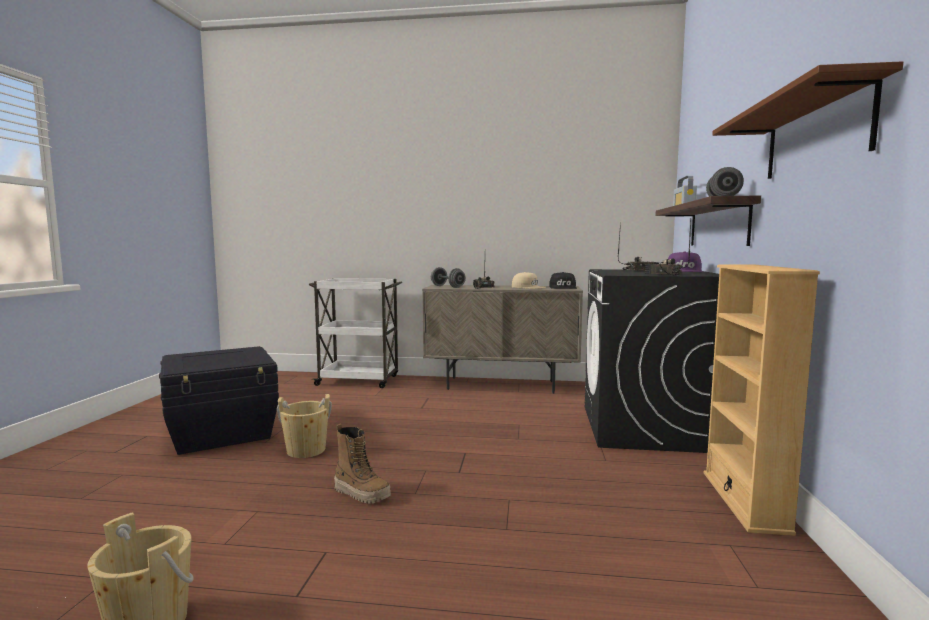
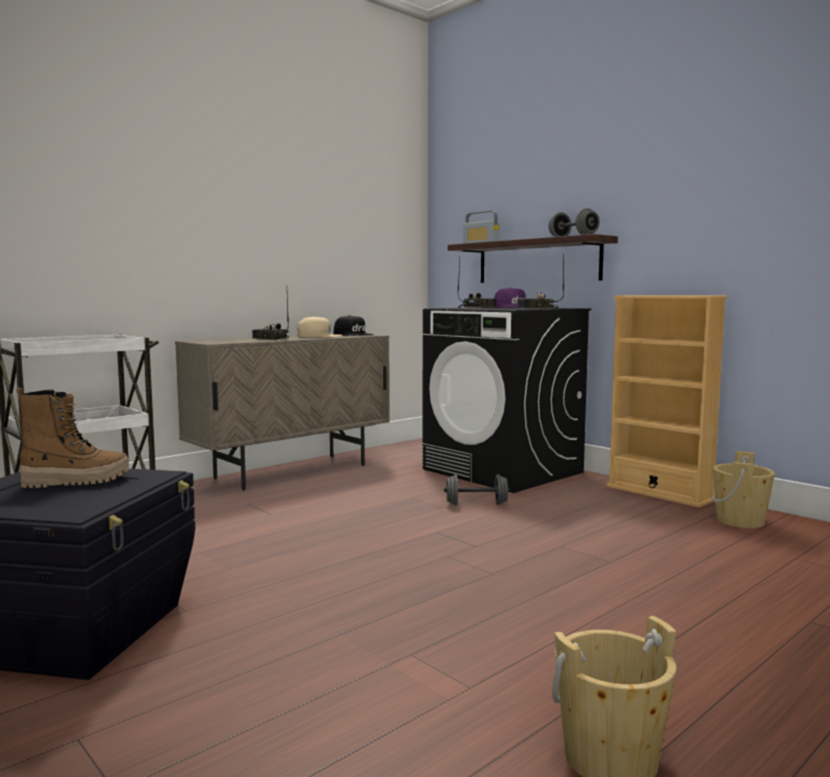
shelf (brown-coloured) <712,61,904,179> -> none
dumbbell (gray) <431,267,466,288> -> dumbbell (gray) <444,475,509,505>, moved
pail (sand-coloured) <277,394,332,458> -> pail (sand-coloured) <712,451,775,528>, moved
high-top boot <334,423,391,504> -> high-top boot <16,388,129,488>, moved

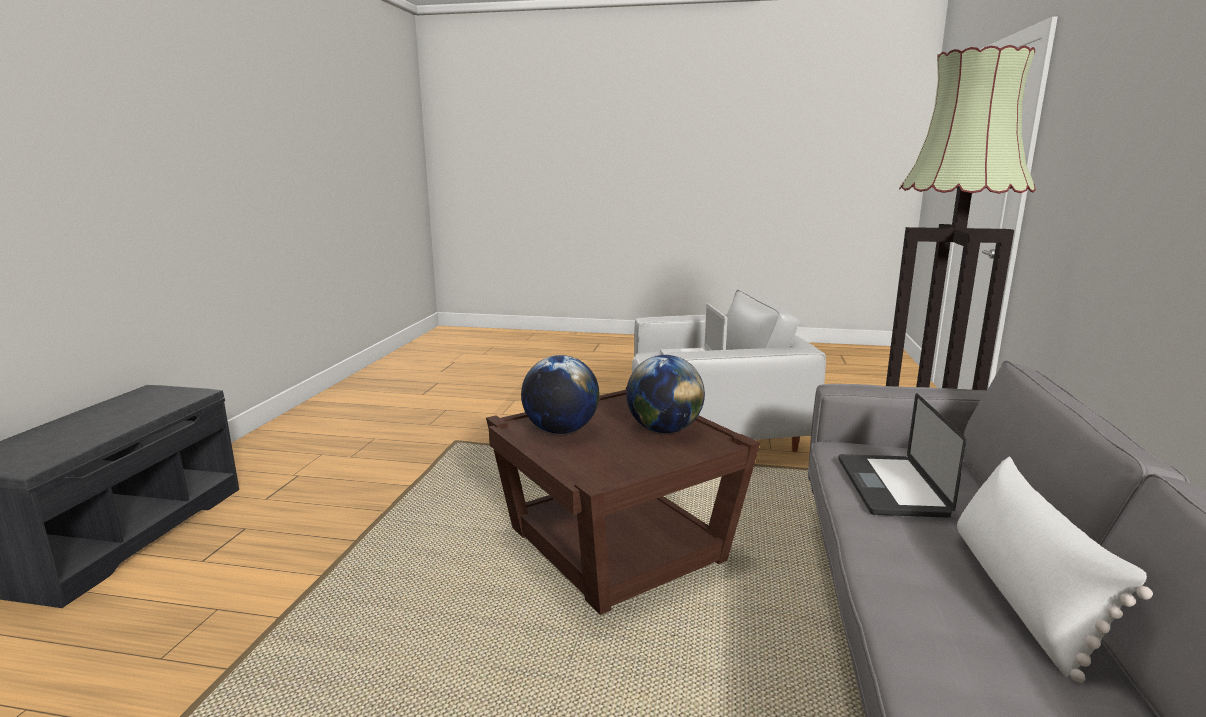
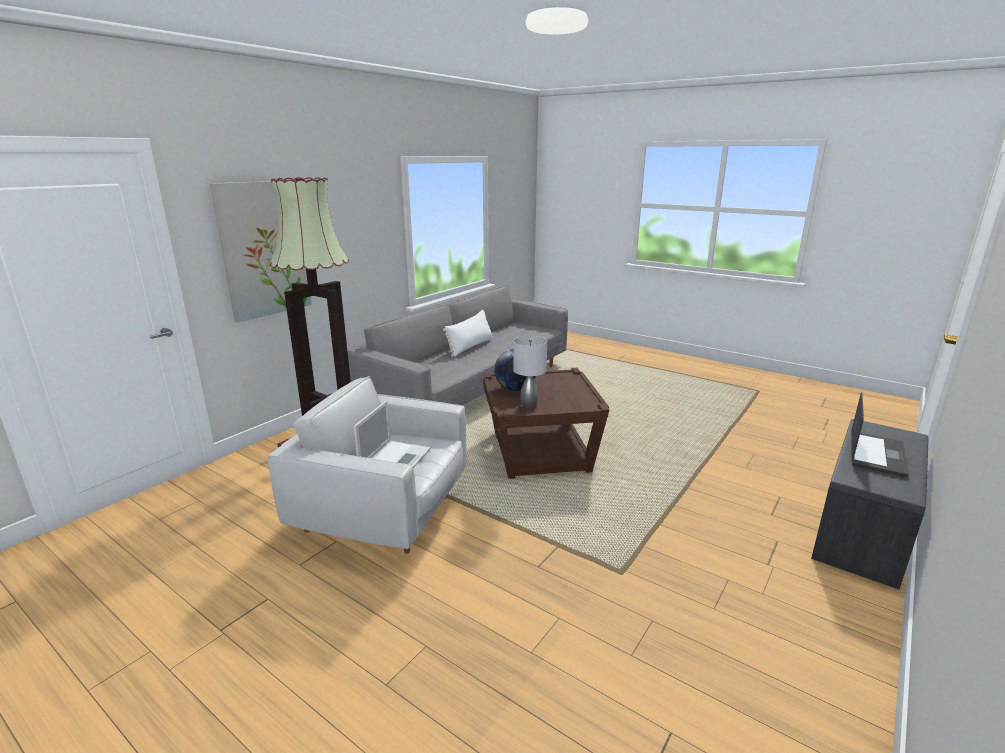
world globe <521,355,599,434> -> none
portable computer <839,393,967,518> -> portable computer <851,393,909,477>, moved
none -> wall picture <210,181,312,323>
none -> lamp for a table (gray) <513,336,547,409>

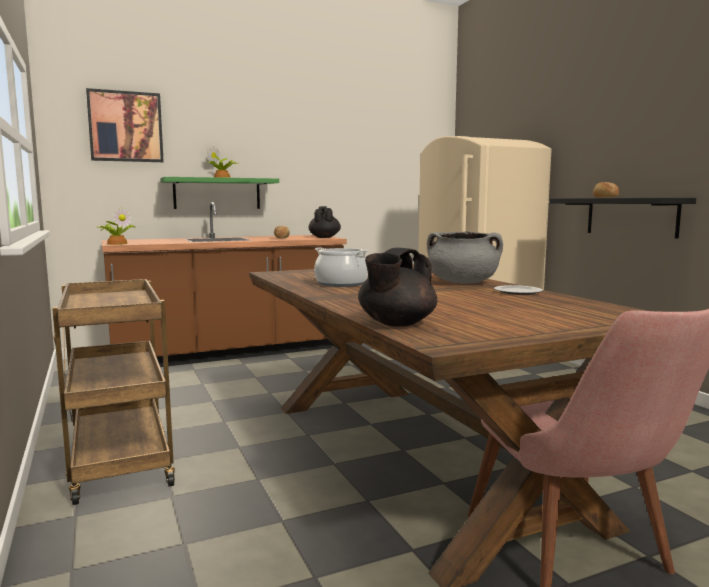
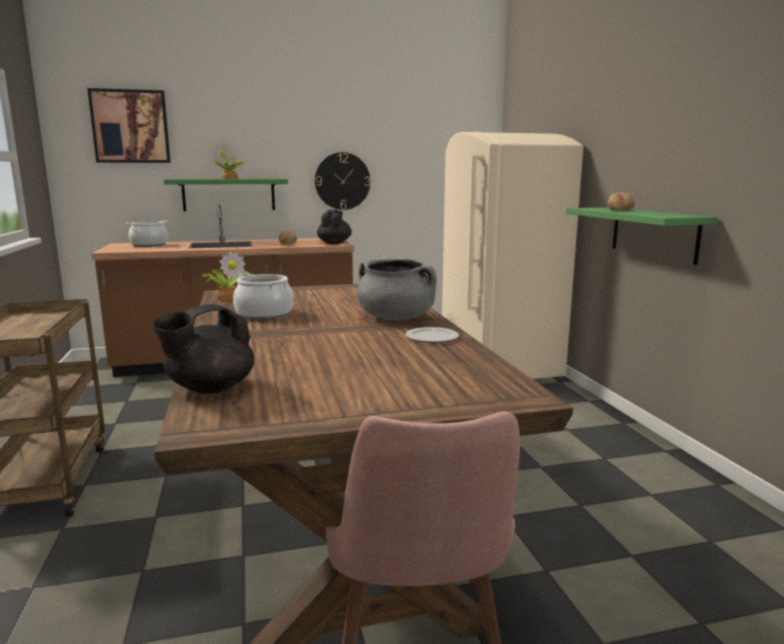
shelf (blackish) <550,198,696,238> -> shelf (greenish) <566,207,718,265>
plant in a pot <96,207,136,245> -> plant in a pot <202,251,252,301>, moved
none -> clock on the wall <315,152,371,210>
none -> cooking pot <126,221,168,247>

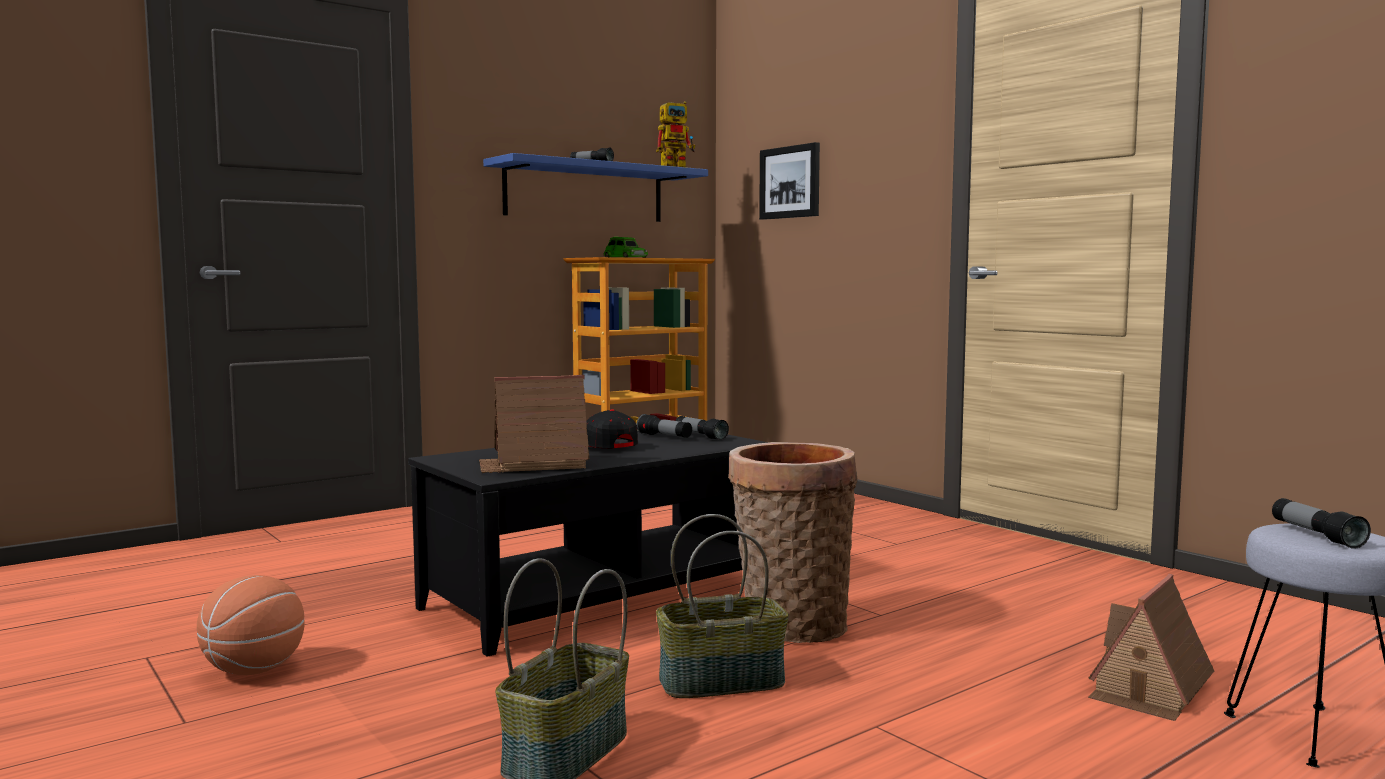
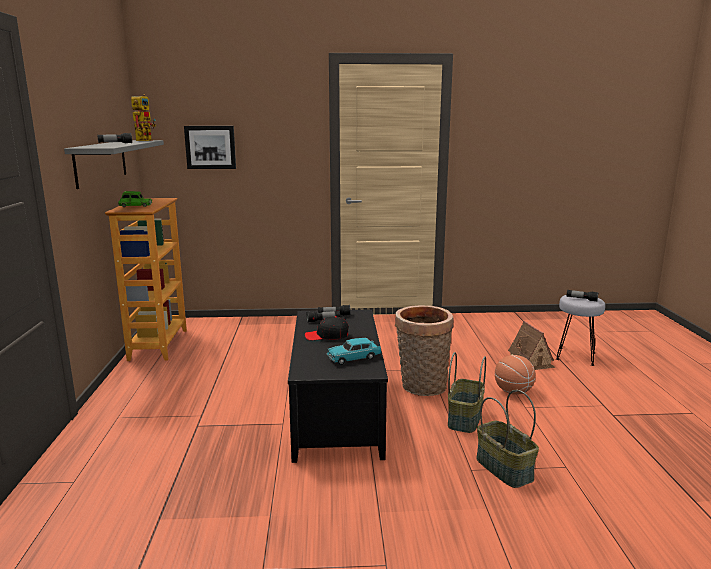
shelf (bluish) <483,153,708,222> -> shelf (gray) <64,140,164,189>
toy house <479,375,589,473> -> miniature car (turquoise) <326,338,382,365>
basketball <197,575,305,675> -> basketball <495,355,536,395>, moved

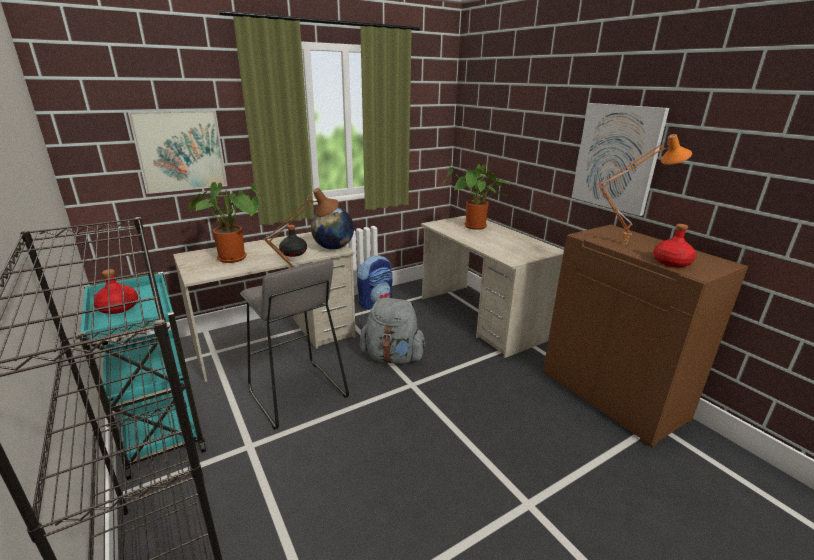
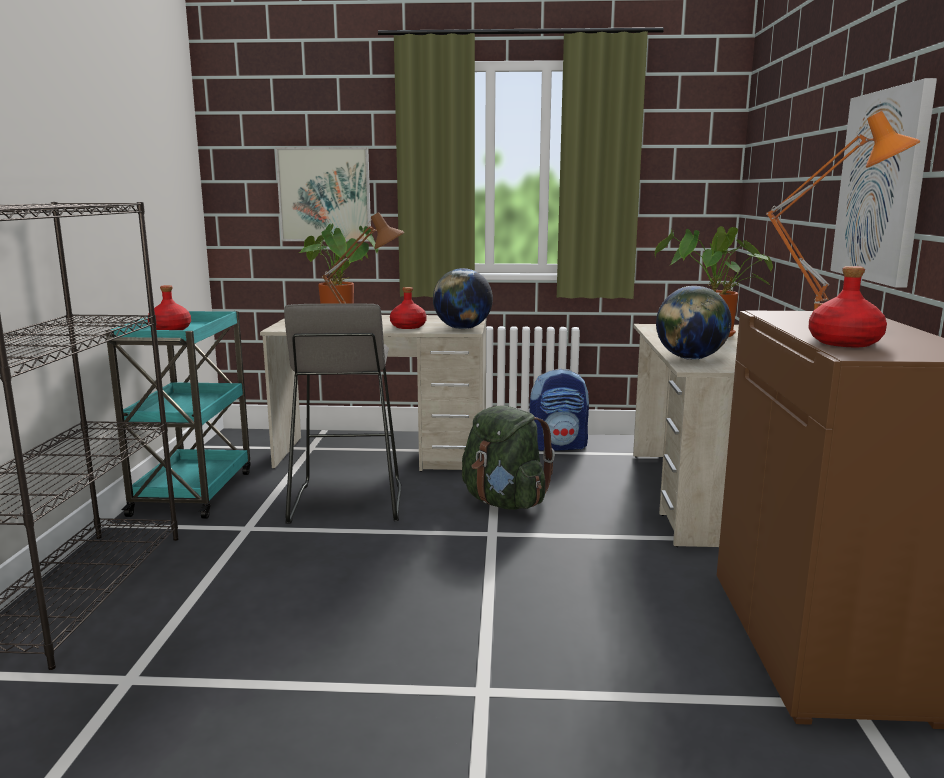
beverage bottle (blackish) <279,225,307,257> -> beverage bottle (red-coloured) <390,287,427,329>
rucksack (gray) <360,298,426,364> -> rucksack (greenish) <462,405,555,510>
none -> world globe <656,286,732,360>

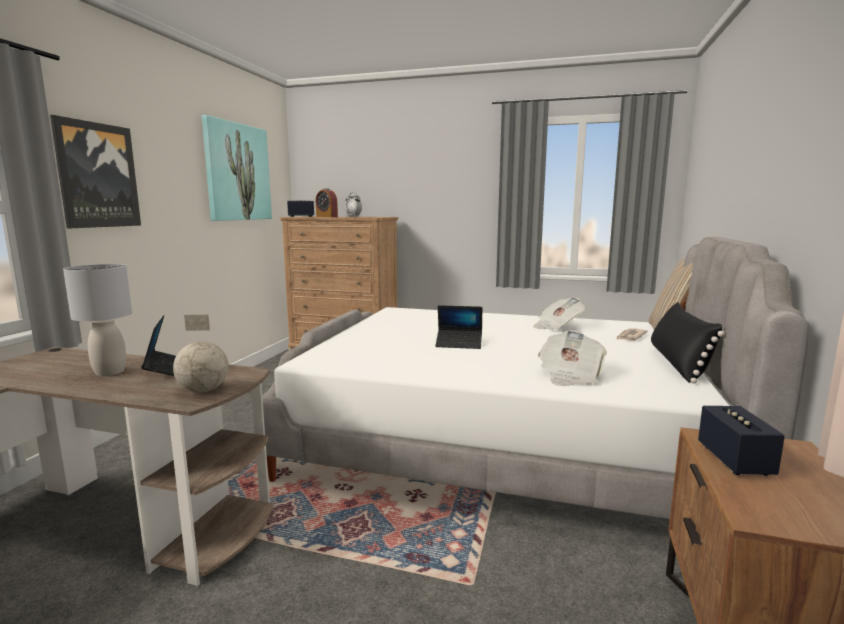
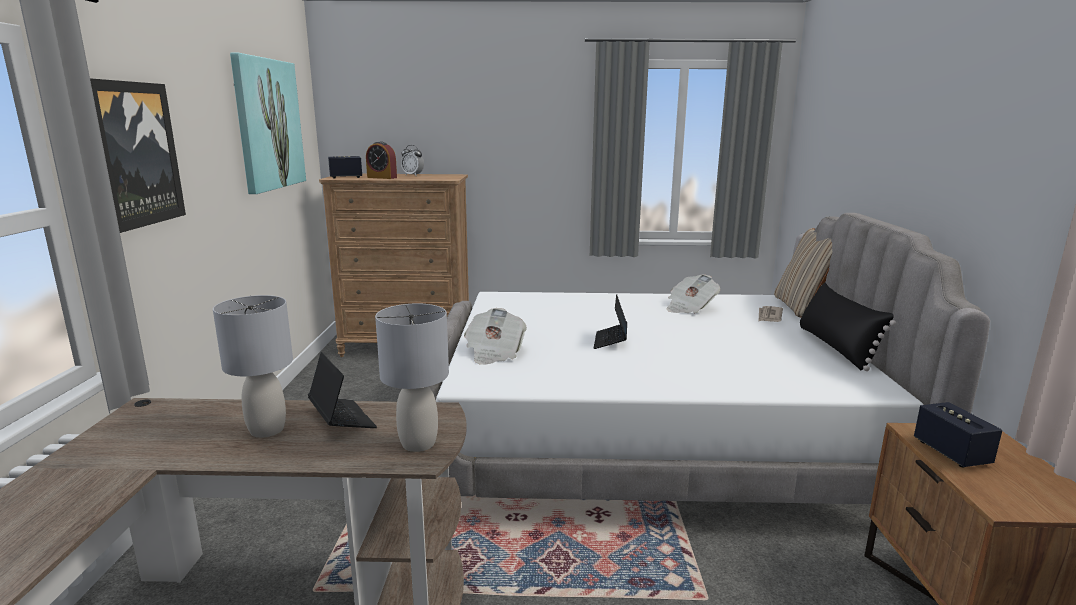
portable computer <435,305,482,349> -> portable computer <594,294,627,349>, 105 degrees clockwise
world globe <173,315,229,393> -> lamp for a table (gray) <375,304,449,452>
newspaper <538,330,607,386> -> newspaper <464,308,527,365>, moved

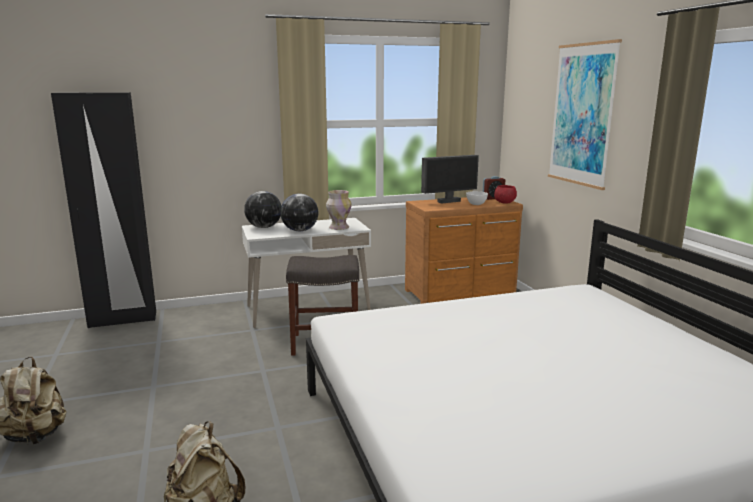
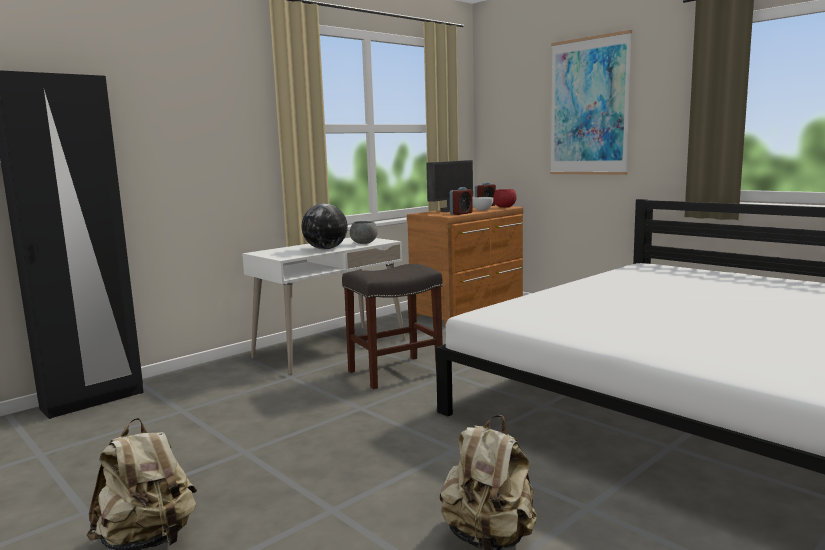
vase <326,190,352,230> -> deep dish (gray) <350,221,378,244>
world globe <244,191,281,228> -> none
none -> alarm clock <450,187,473,215>

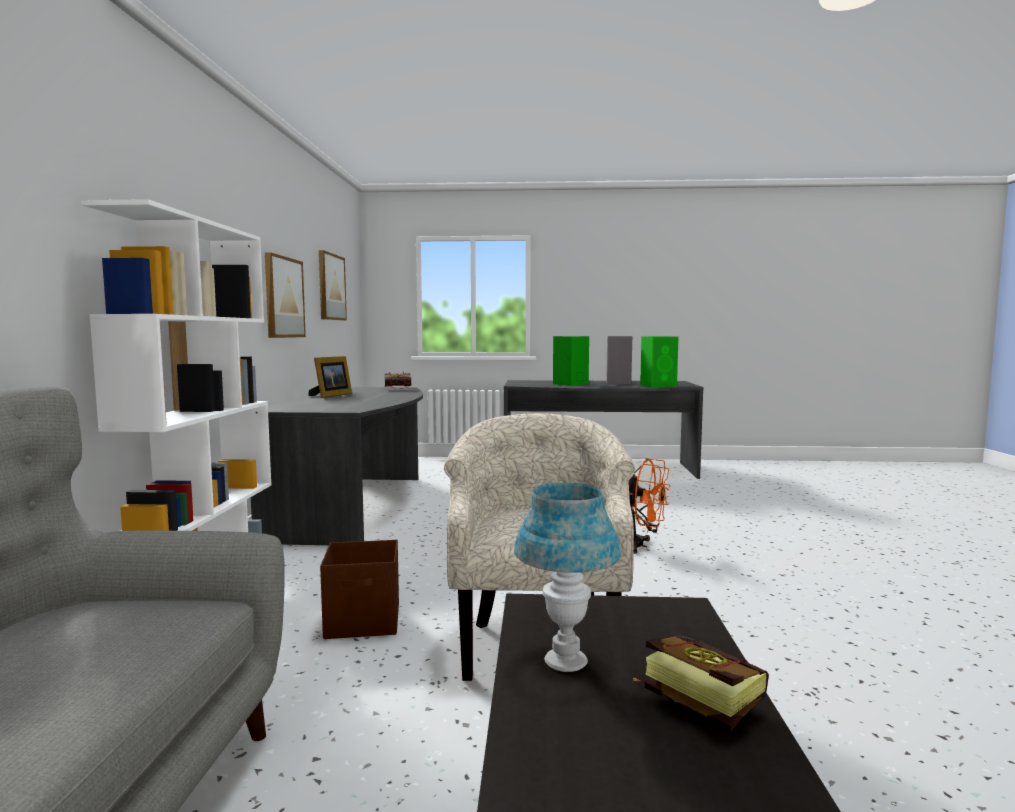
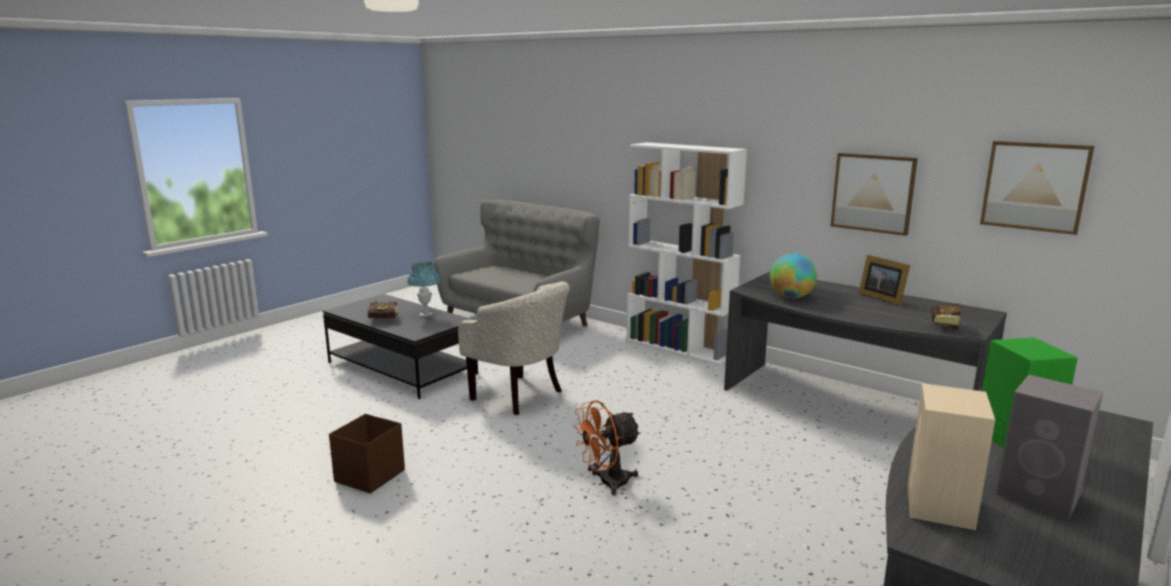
loudspeaker (greenish) <640,336,679,387> -> loudspeaker (sand-coloured) <908,383,995,530>
storage box (brown-coloured) <320,540,399,639> -> storage box (brown-coloured) <329,414,405,494>, moved
none -> world globe <770,253,817,299>

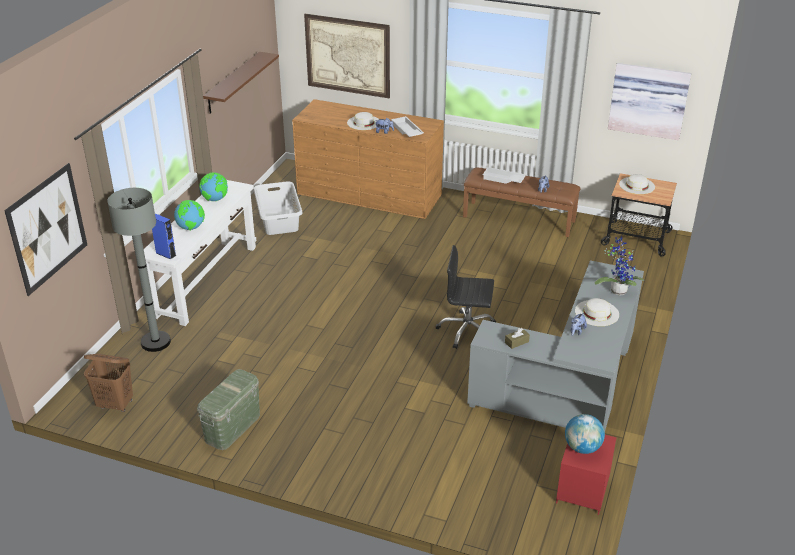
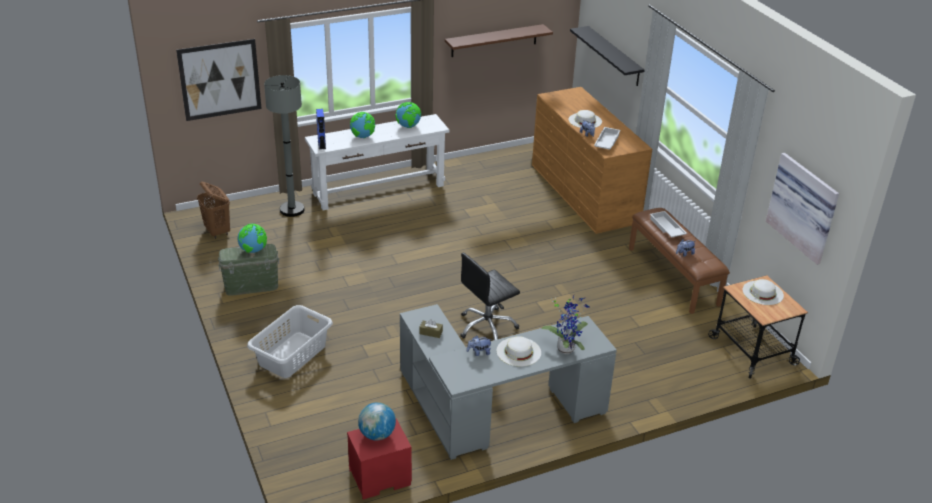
wall picture <304,14,390,98> -> shelf (blackish) <570,26,645,86>
washing basket (gray) <254,181,303,235> -> washing basket (gray) <247,305,333,378>, moved
desk chair (blackish) <436,245,496,349> -> desk chair (blackish) <460,253,520,340>, 90 degrees counterclockwise
none -> world globe <238,224,267,253>

